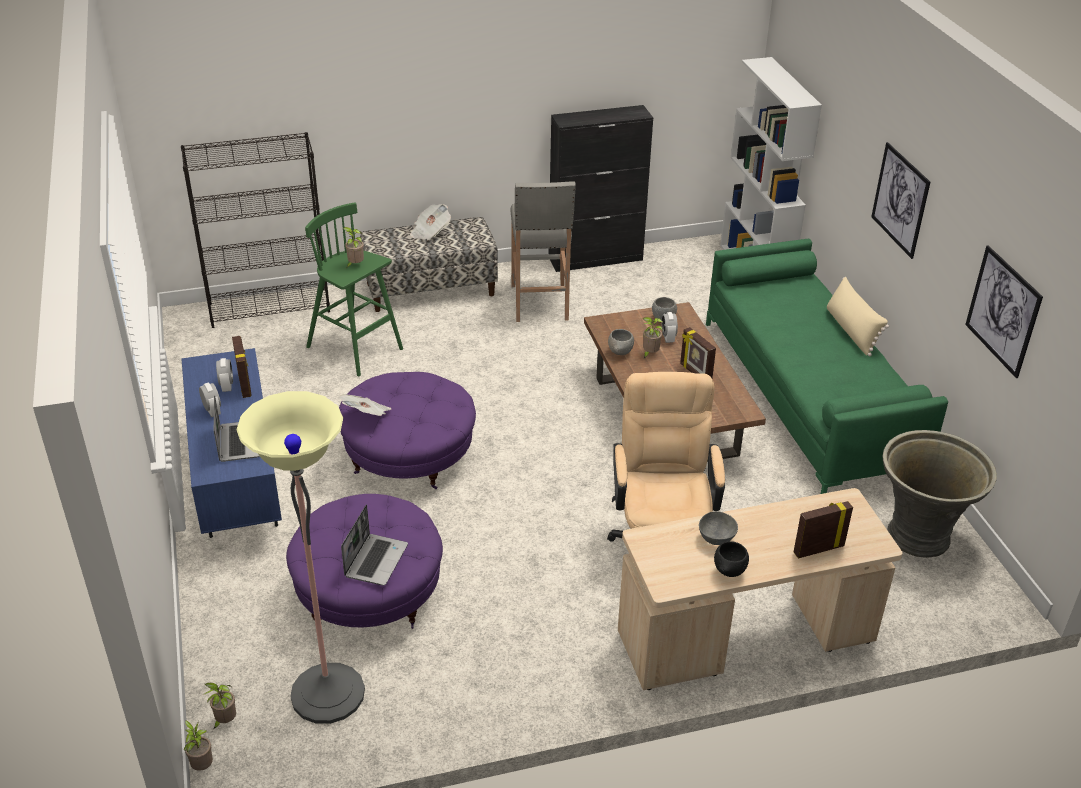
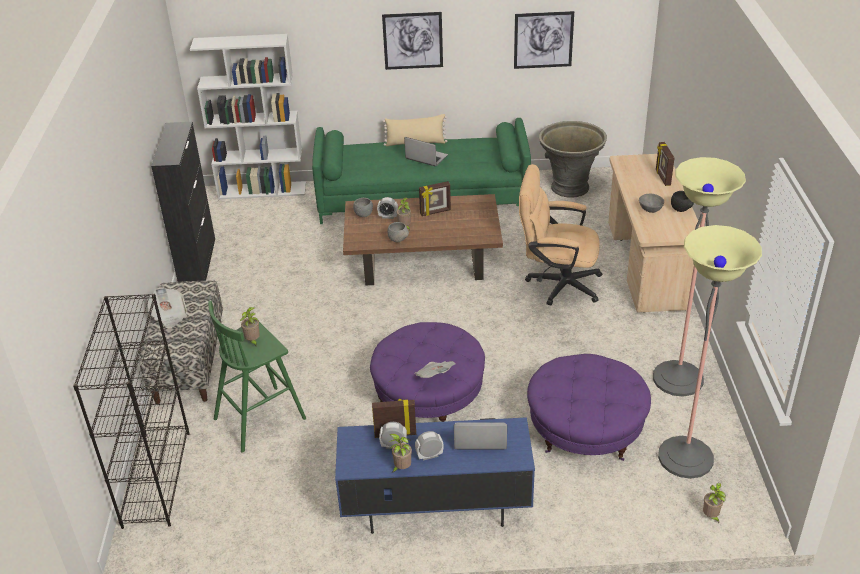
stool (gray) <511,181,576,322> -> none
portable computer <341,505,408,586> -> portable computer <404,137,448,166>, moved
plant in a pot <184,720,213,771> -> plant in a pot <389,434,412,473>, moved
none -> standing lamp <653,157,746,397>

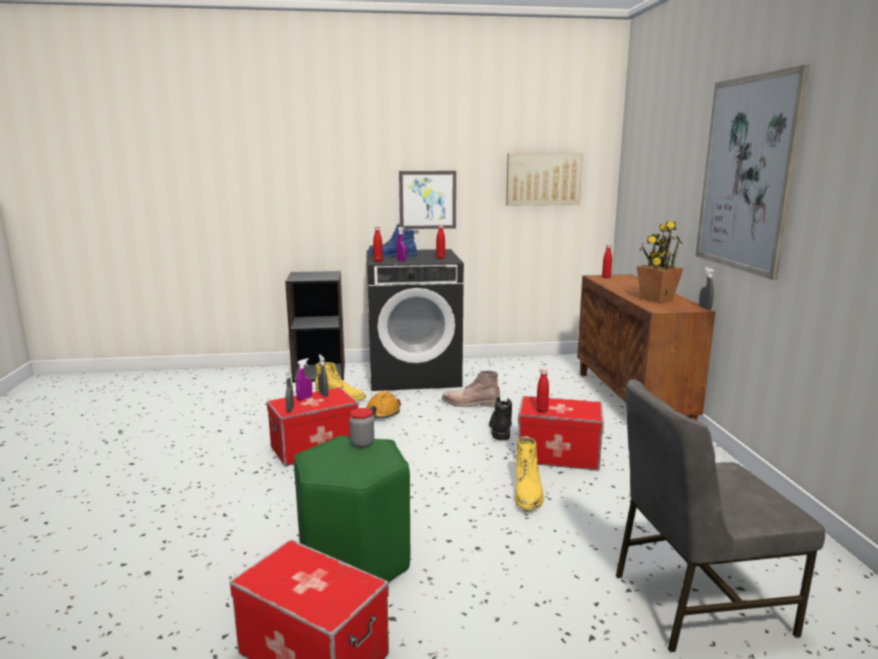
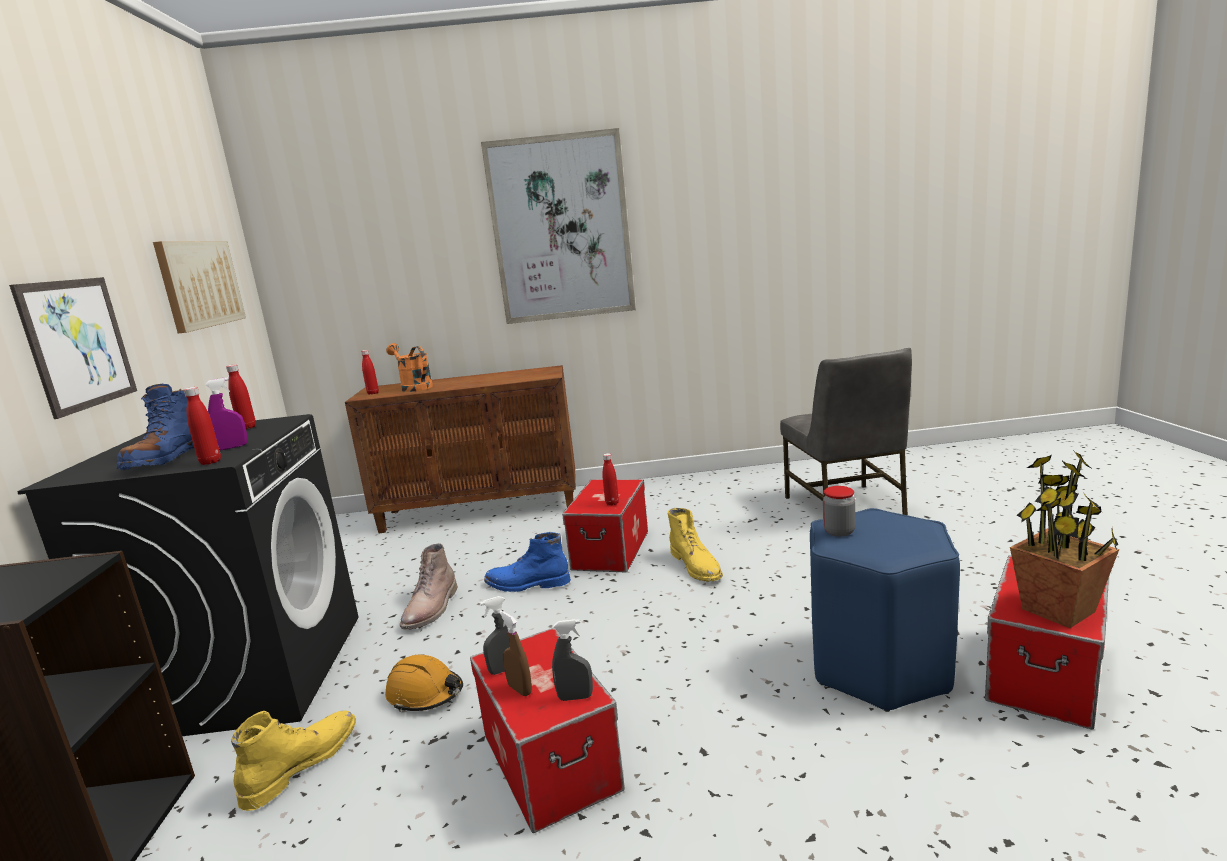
plant in a pot <637,221,684,303> -> plant in a pot <1010,450,1119,628>, moved
sprayer (gray) <699,267,714,310> -> none
sprayer (purple-coloured) <296,358,312,400> -> sprayer (brown-coloured) <499,610,532,696>
high-top boot (blackish) <489,397,512,441> -> high-top boot (bluish) <484,532,571,592>
stool (greenish) <294,435,410,582> -> stool (bluish) <810,508,960,712>
high-top boot (yellow-coloured) <515,436,544,510> -> high-top boot (yellow-coloured) <668,508,723,582>, 60 degrees clockwise
none -> sprinkling can (orange-coloured) <386,343,433,392>

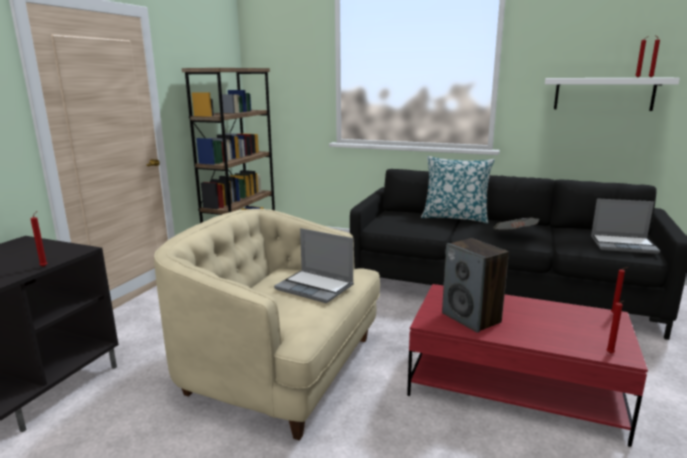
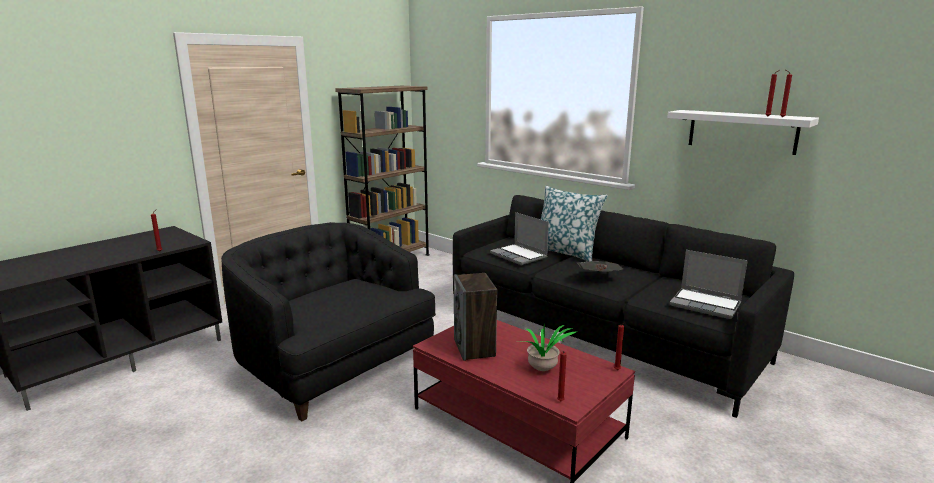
armchair (sand-coloured) <154,209,380,440> -> armchair (blackish) <221,222,436,421>
portable computer <274,228,354,303> -> portable computer <490,212,549,265>, moved
none -> plant in a pot <519,324,578,371>

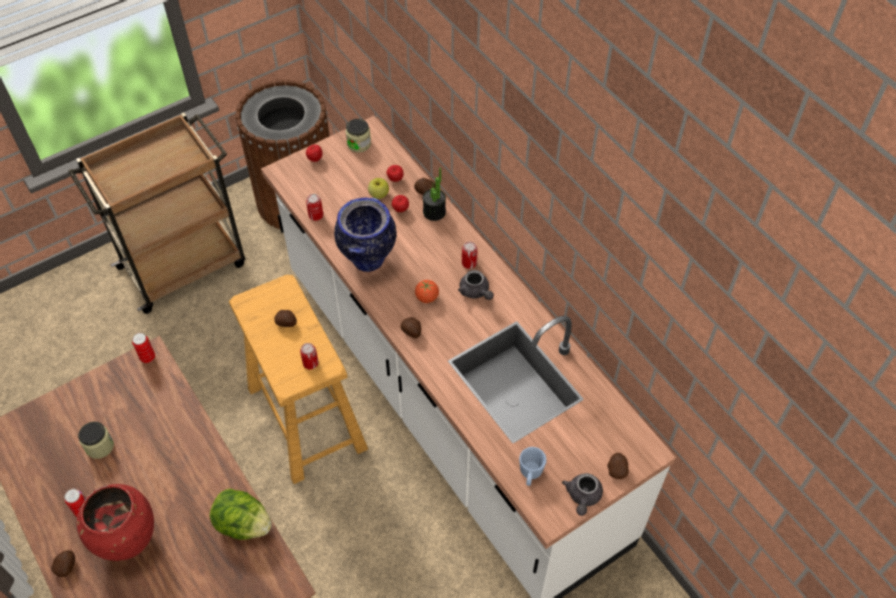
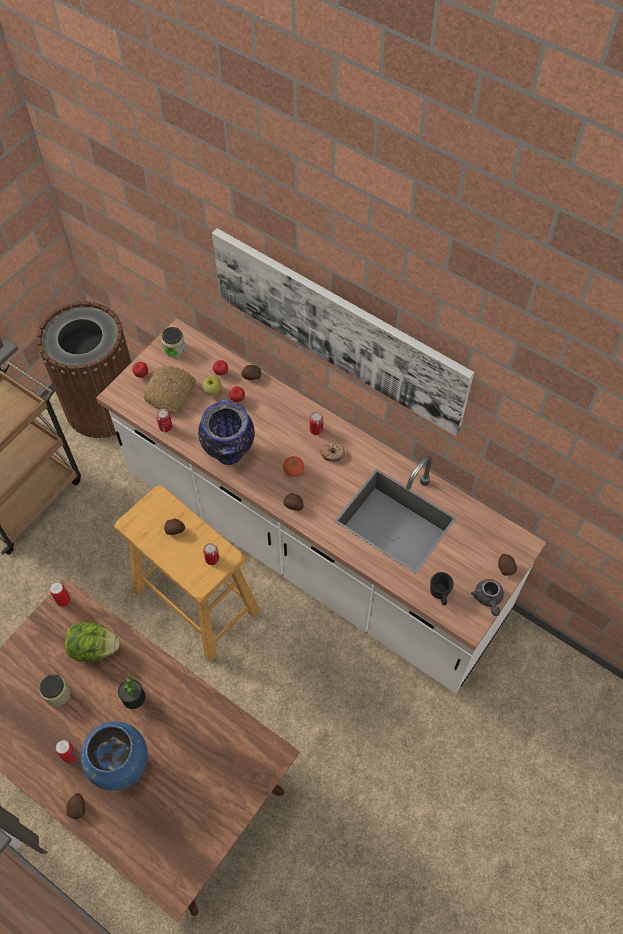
plant in a pot <423,167,446,221> -> plant in a pot <118,675,145,709>, moved
pot for tea (gray) <458,270,494,300> -> donut <320,443,345,462>
mug (bluish) <519,447,546,486> -> mug (blackish) <430,572,454,605>
vase (red-coloured) <77,484,154,561> -> vase (bluish) <81,721,148,791>
lettuce head <209,488,272,540> -> lettuce head <65,622,120,662>, moved
none -> wall picture <212,228,474,436>
none -> bread <144,366,196,414>

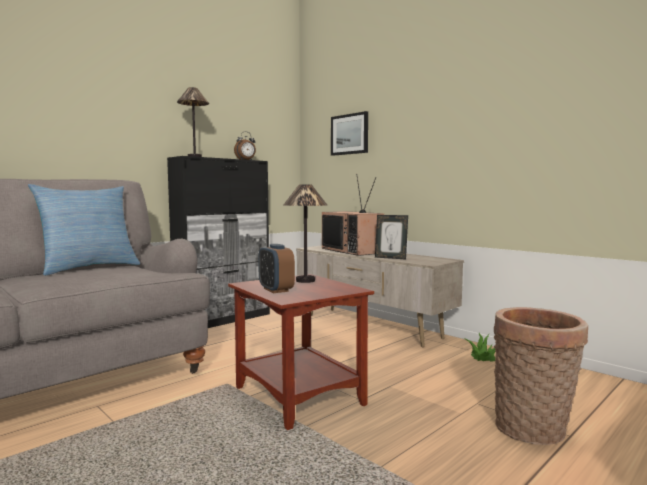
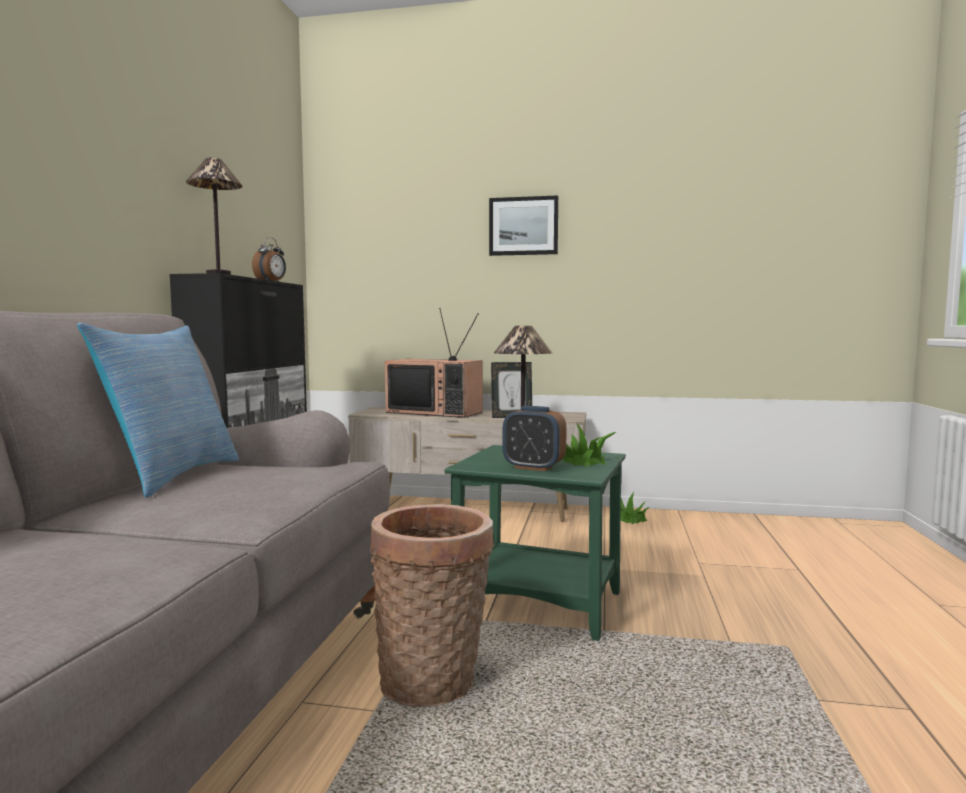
wall picture <331,111,368,156> -> wall picture <489,195,558,256>, moved
end table (brown-coloured) <228,274,374,430> -> end table (greenish) <445,445,626,641>
basket <494,307,588,445> -> basket <370,504,494,707>, moved
none -> plant in a pot <562,424,616,467>

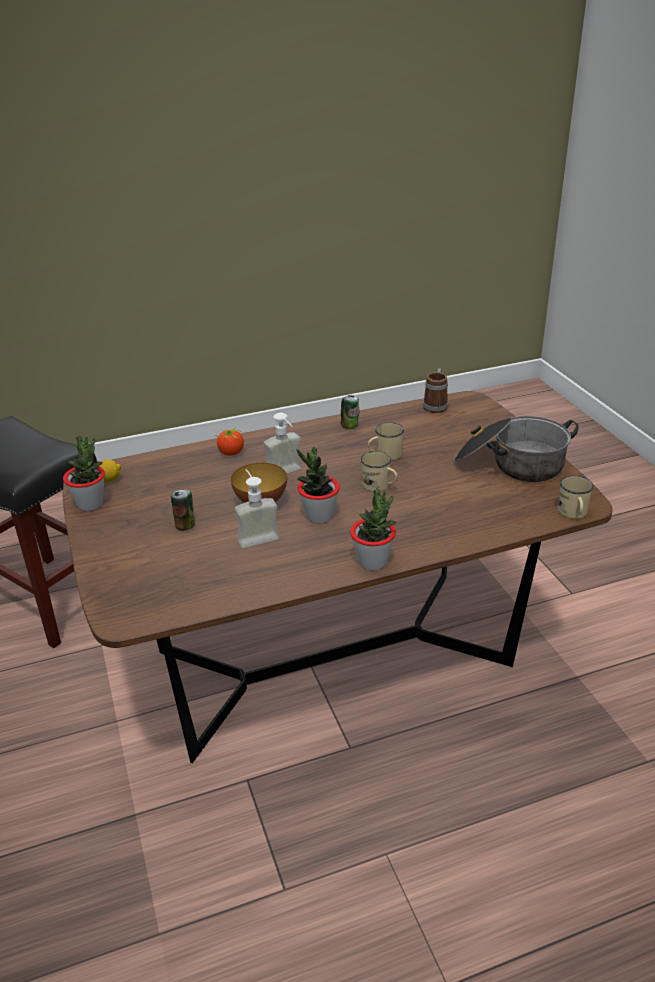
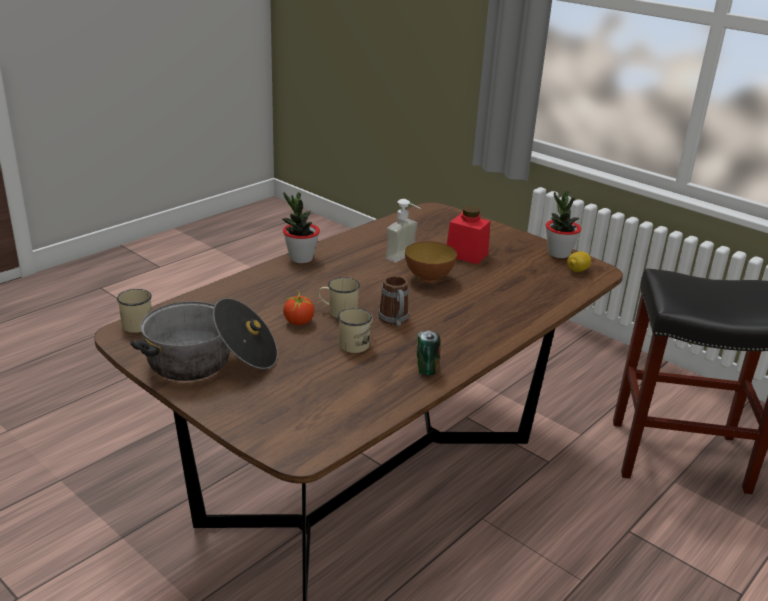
mug <423,368,448,413> -> mug <378,276,409,327>, moved
soap dispenser <263,413,302,473> -> none
fresh tomato <215,427,244,456> -> fresh tomato <283,290,314,325>, moved
plant in a pot <296,447,340,524> -> none
can <171,489,195,531> -> storage jar (red-coloured) <447,206,490,264>

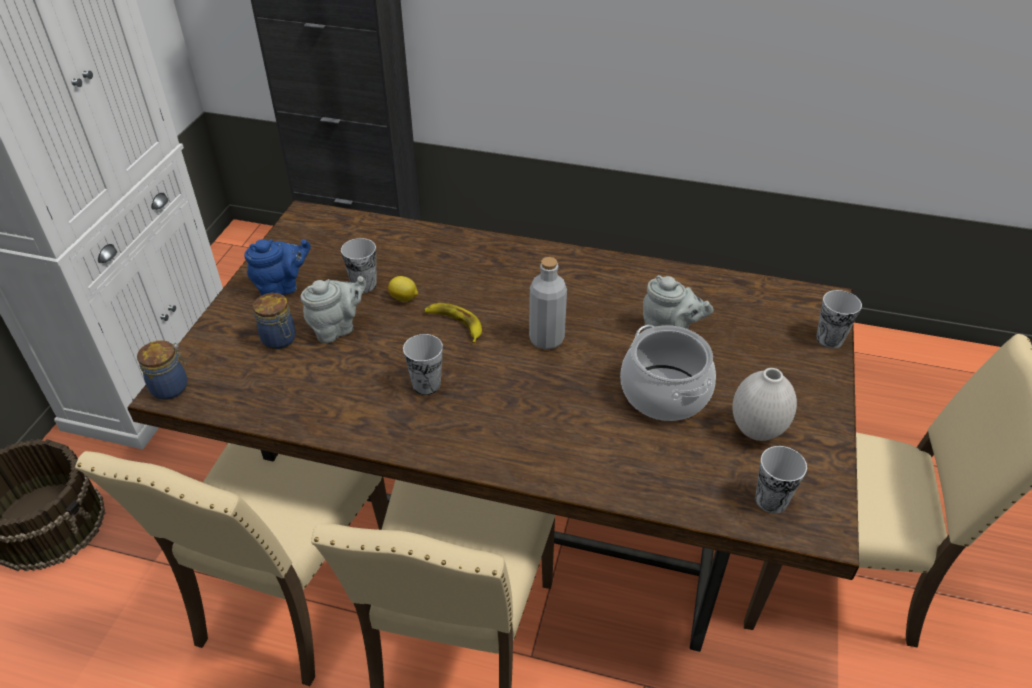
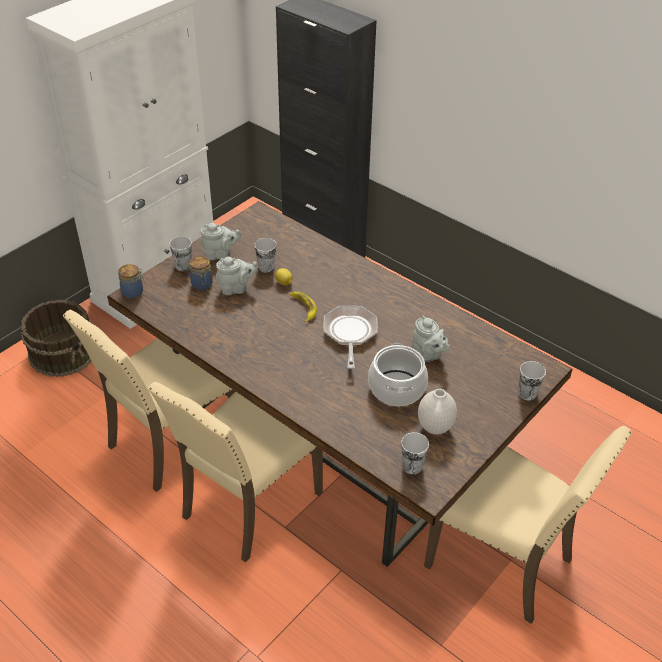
pot for tea (bluish) <244,239,311,296> -> pot for tea (gray) <200,223,242,260>
beverage bottle (gray) <529,257,567,350> -> frying pan <324,306,378,369>
drinking cup <403,334,443,395> -> drinking cup <169,236,192,271>, moved

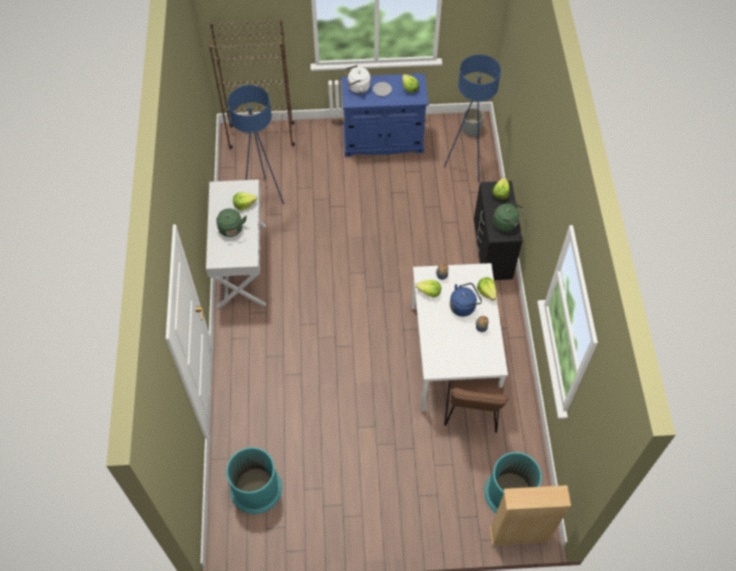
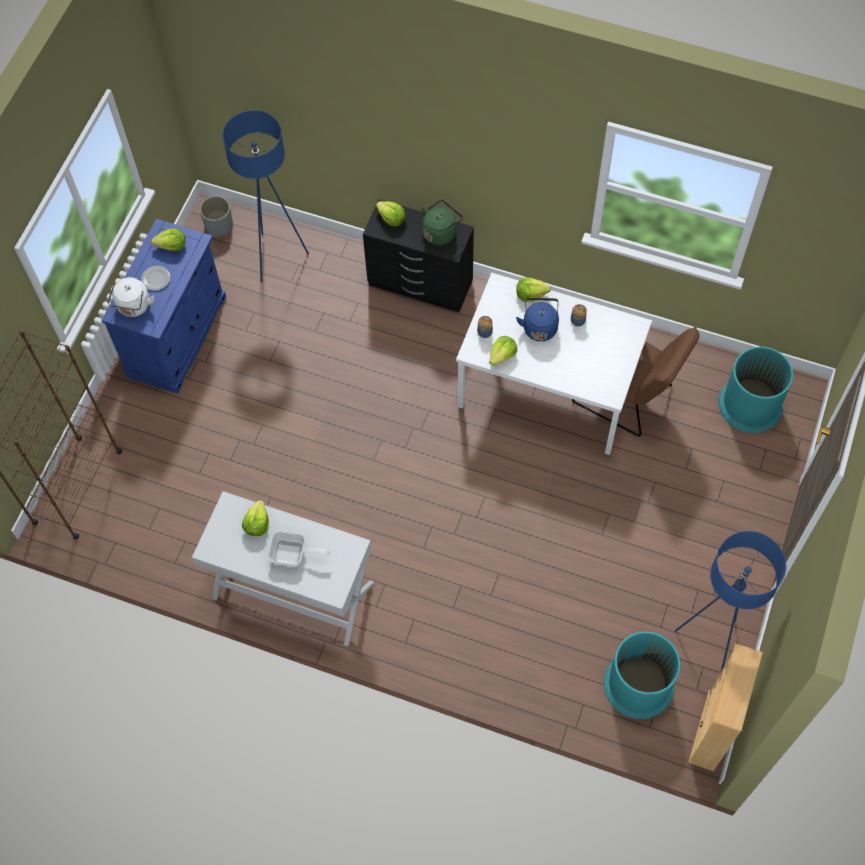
standing lamp (bluish) <227,85,284,204> -> standing lamp (bluish) <675,531,786,673>, moved
water kettle (greenish) <216,208,247,237> -> frying pan <268,531,331,567>
bookcase (sand-coloured) <490,485,571,546> -> bookcase (sand-coloured) <688,643,763,771>, moved

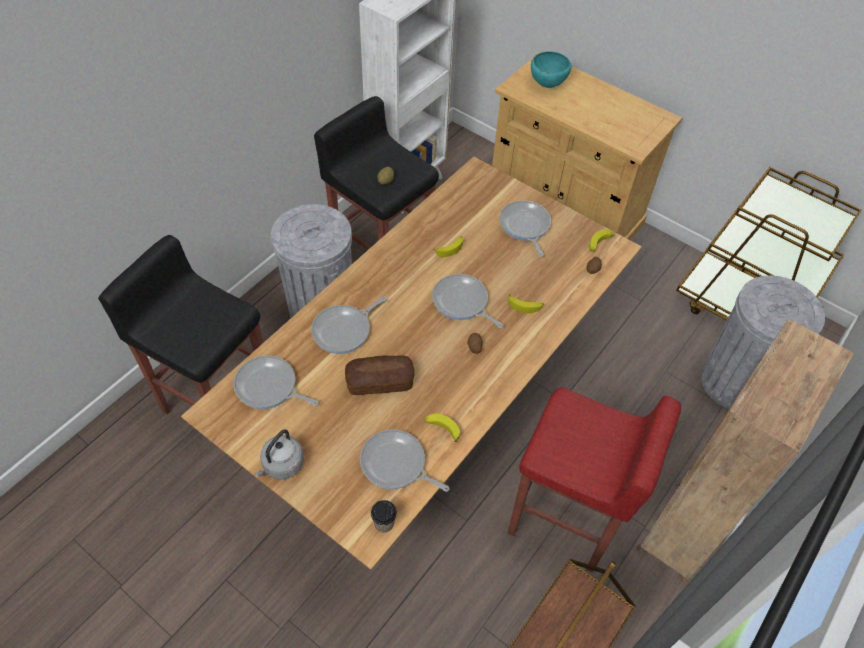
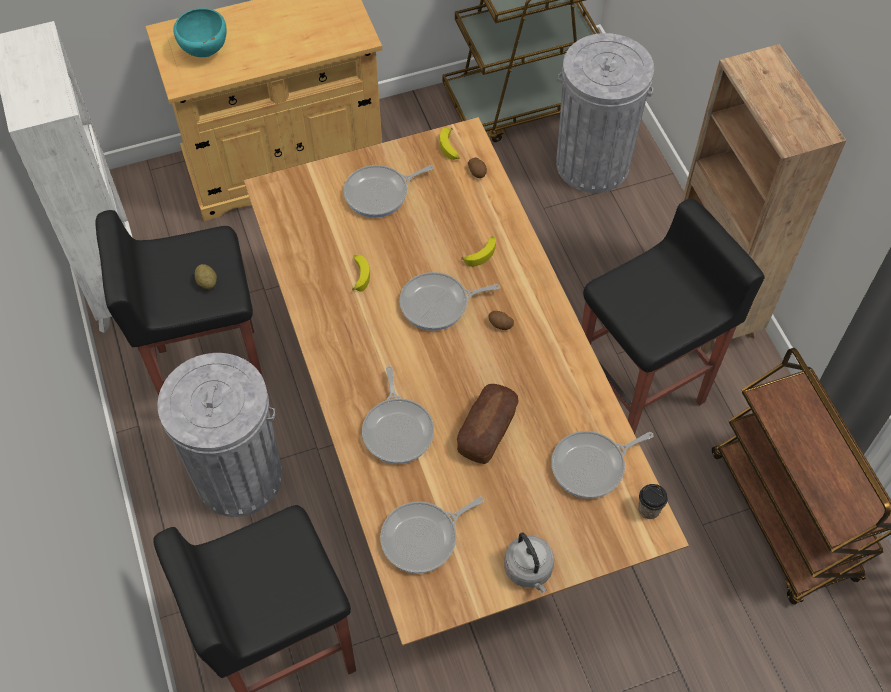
frying pan <500,200,551,257> -> frying pan <343,165,434,218>, 45 degrees counterclockwise
stool (red-coloured) <508,387,681,573> -> stool (blackish) <582,198,765,434>
banana fruit <424,414,460,442> -> none

